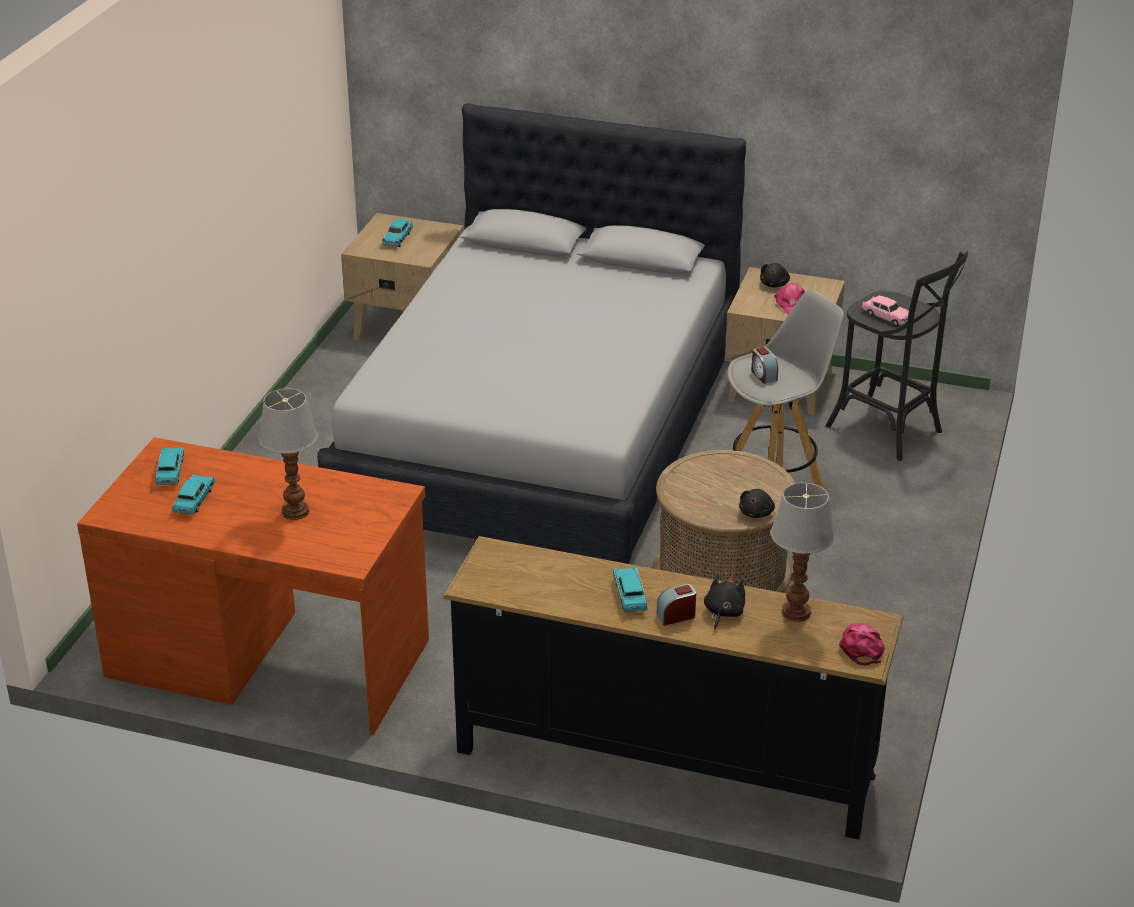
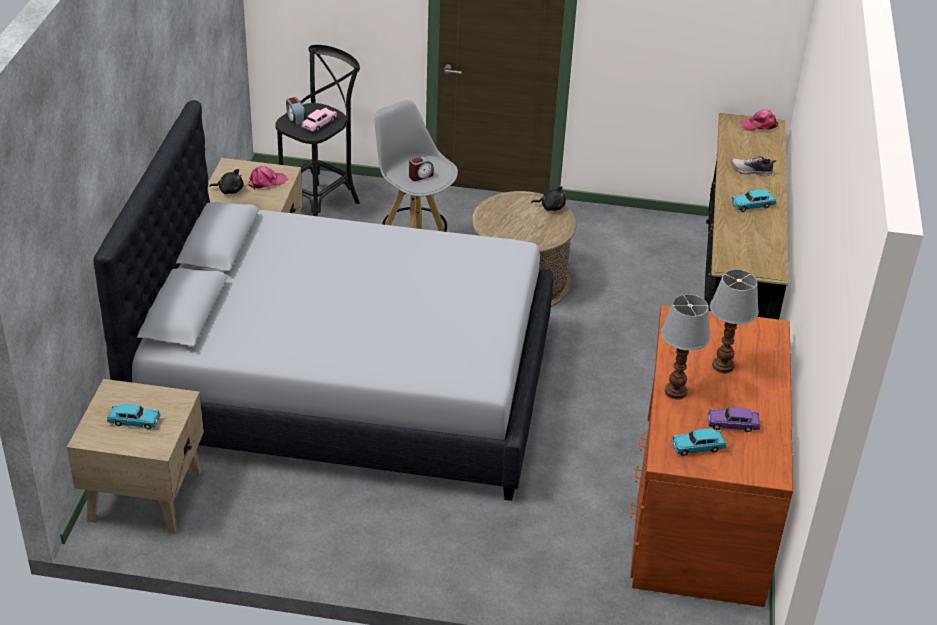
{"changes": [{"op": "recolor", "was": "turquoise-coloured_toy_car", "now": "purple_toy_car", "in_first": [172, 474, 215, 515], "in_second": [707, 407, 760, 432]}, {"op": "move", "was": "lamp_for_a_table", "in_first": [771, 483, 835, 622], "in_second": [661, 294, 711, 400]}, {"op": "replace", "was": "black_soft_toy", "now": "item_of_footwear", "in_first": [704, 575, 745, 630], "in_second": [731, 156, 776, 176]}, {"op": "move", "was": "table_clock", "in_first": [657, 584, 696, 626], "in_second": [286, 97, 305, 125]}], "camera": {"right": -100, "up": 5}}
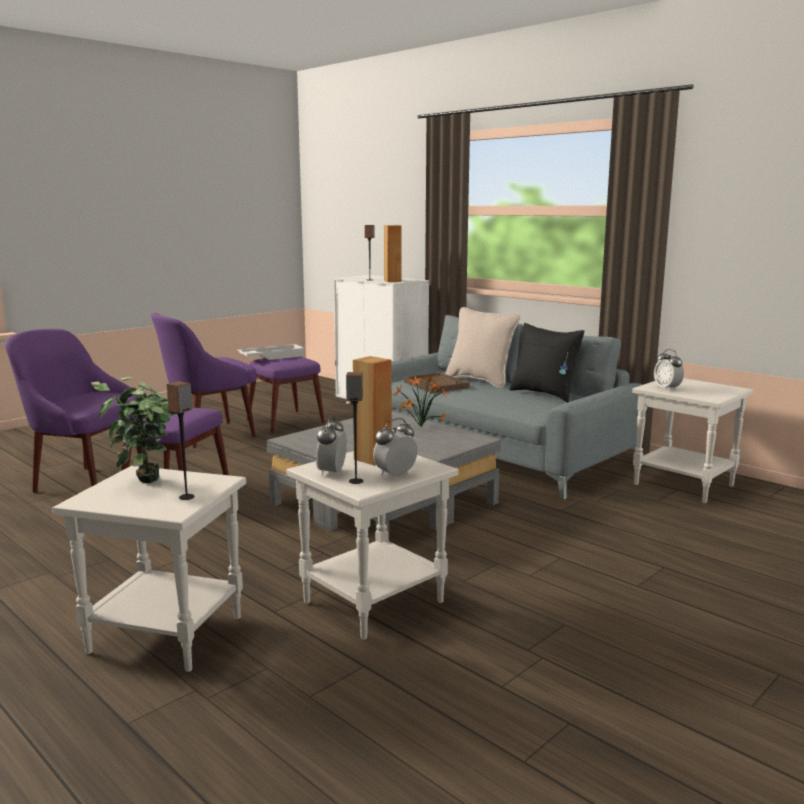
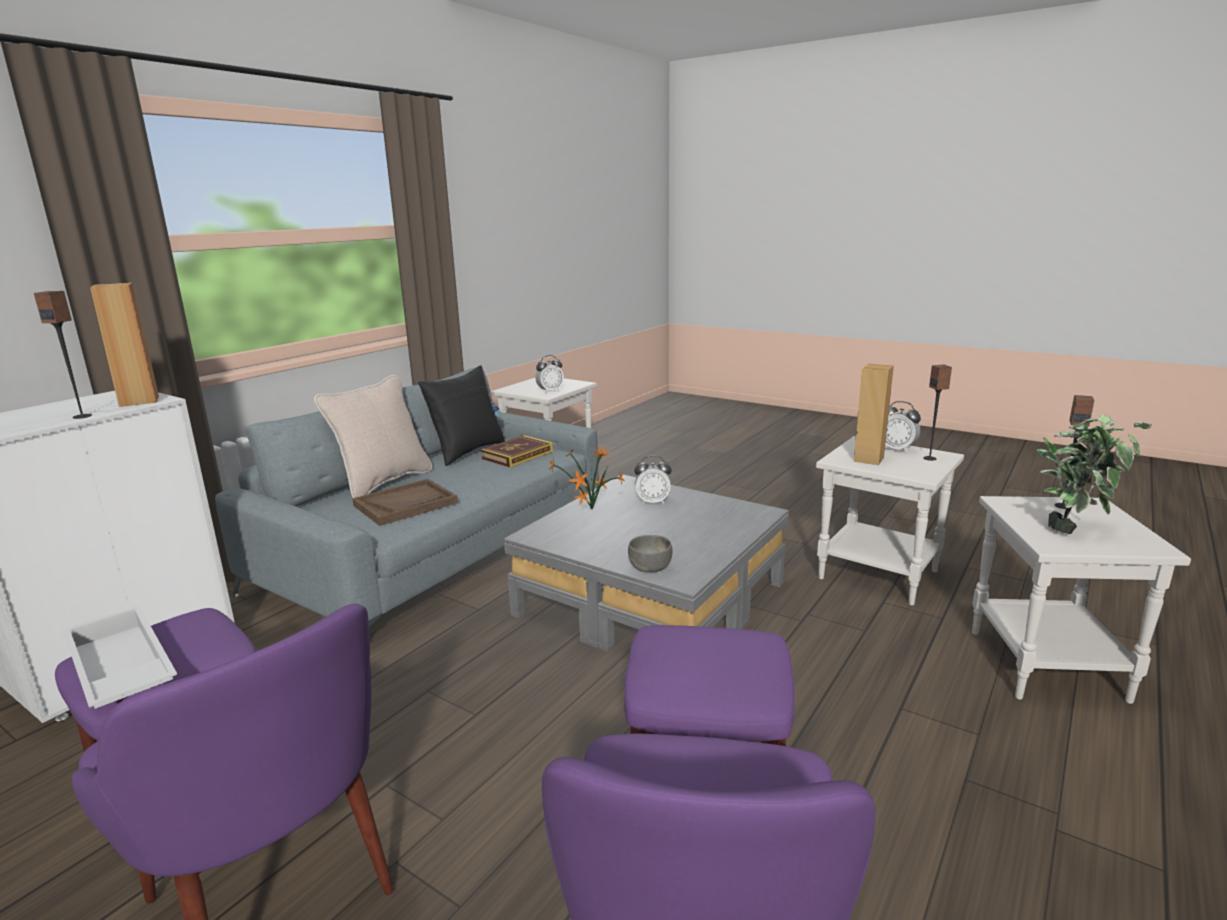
{"changes": [{"op": "move", "was": "table_clock", "in_first": [316, 416, 347, 476], "in_second": [634, 456, 672, 504]}, {"op": "insert", "now": "volume", "in_second": [481, 435, 553, 467]}, {"op": "insert", "now": "greyish_deep_dish", "in_second": [628, 535, 673, 572]}], "camera": {"right": -100, "up": 5}}
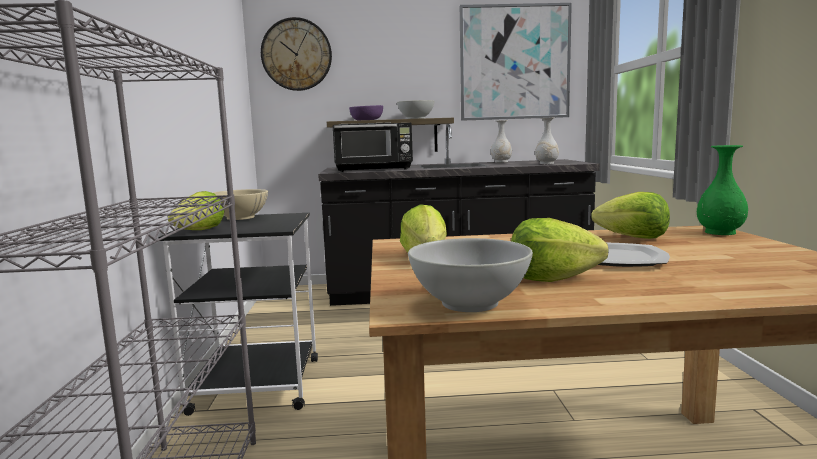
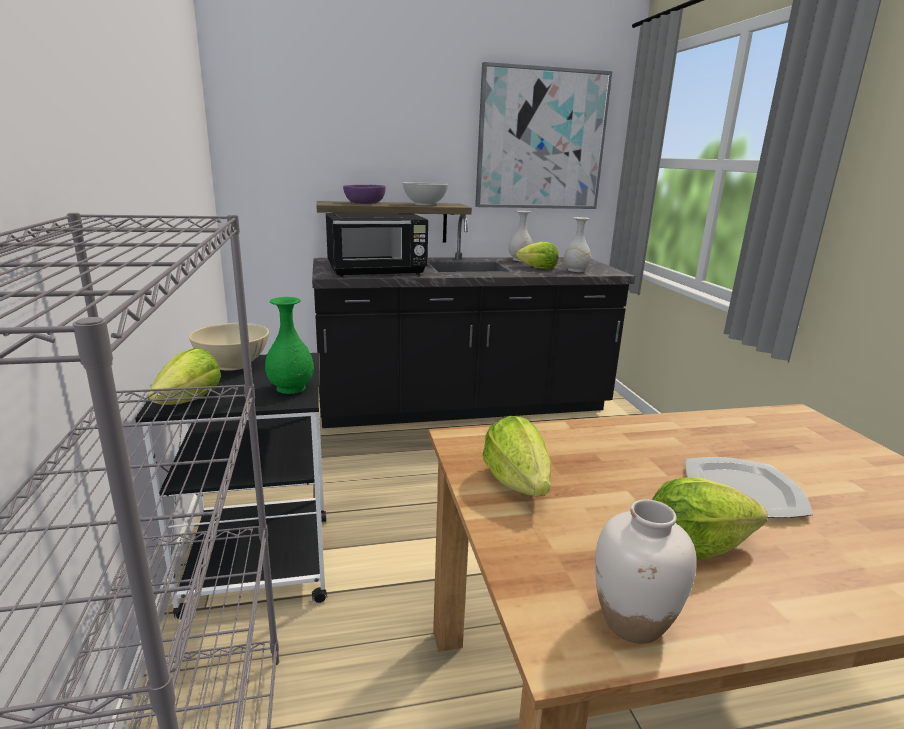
{"changes": [{"op": "delete", "was": "wall_clock", "in_first": [261, 17, 332, 91]}, {"op": "move", "was": "green-coloured_vase", "in_first": [697, 145, 748, 235], "in_second": [265, 297, 314, 394]}, {"op": "move", "was": "lettuce", "in_first": [591, 192, 670, 239], "in_second": [516, 242, 559, 269]}, {"op": "replace", "was": "white_deep_dish", "now": "white_vase", "in_first": [408, 238, 533, 312], "in_second": [595, 499, 697, 644]}], "camera": {"right": -10, "up": 10}}
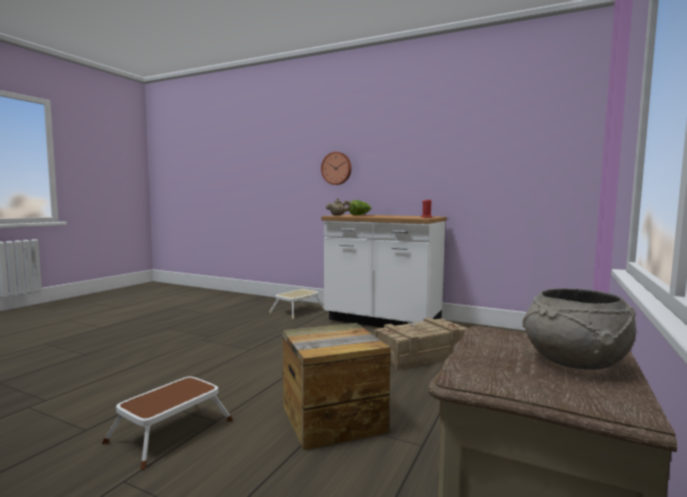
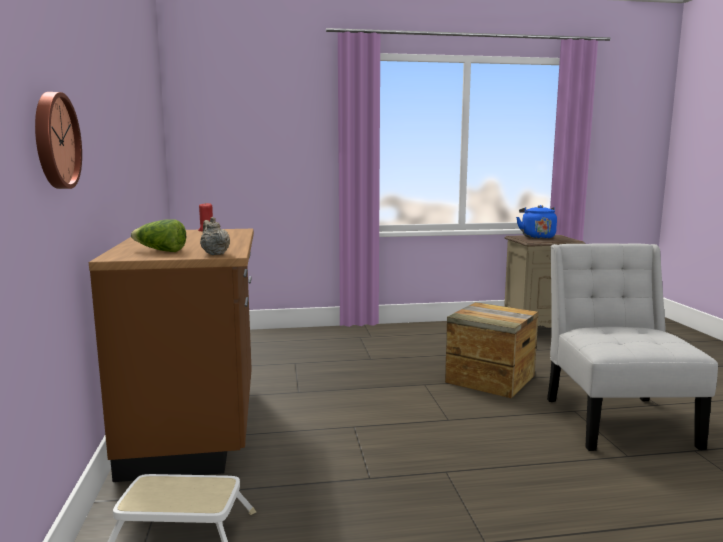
{"changes": [{"op": "recolor", "was": "white_kitchen_base_unit", "now": "brown-coloured_kitchen_base_unit", "in_first": [321, 214, 447, 328], "in_second": [89, 229, 254, 482]}, {"op": "replace", "was": "greyish_deep_dish", "now": "blue-coloured_tea_kettle", "in_first": [522, 288, 636, 370], "in_second": [516, 205, 557, 239]}, {"op": "delete", "was": "packing_crate", "in_first": [374, 318, 467, 370]}, {"op": "replace", "was": "brown-coloured_step_stool", "now": "white_chair", "in_first": [102, 376, 233, 470], "in_second": [547, 243, 718, 451]}], "camera": {"right": -125, "up": 5}}
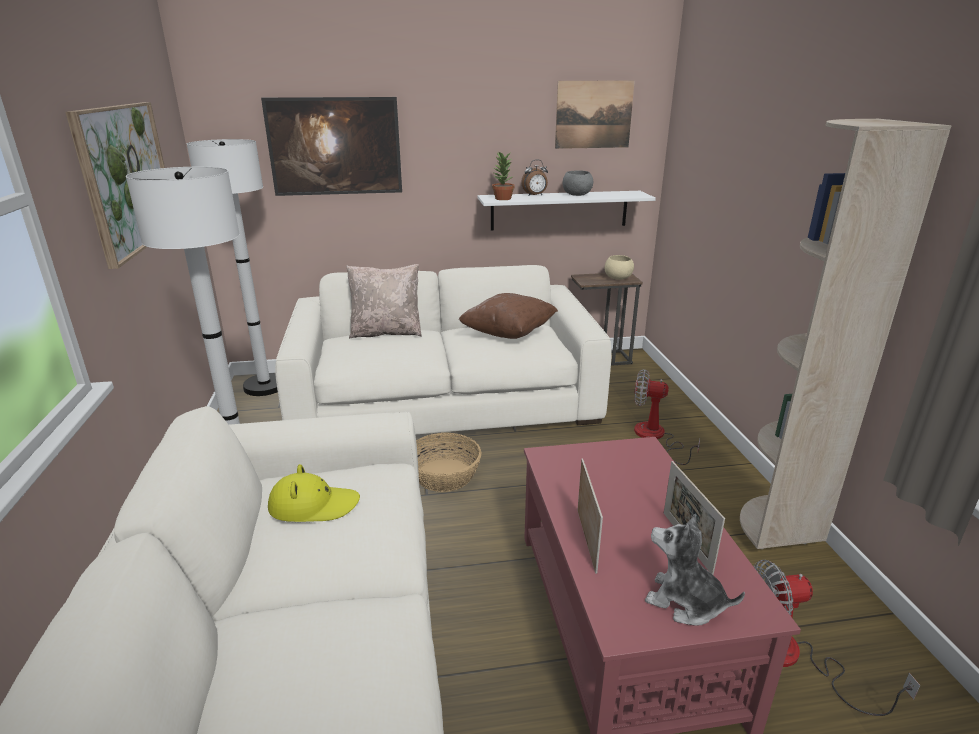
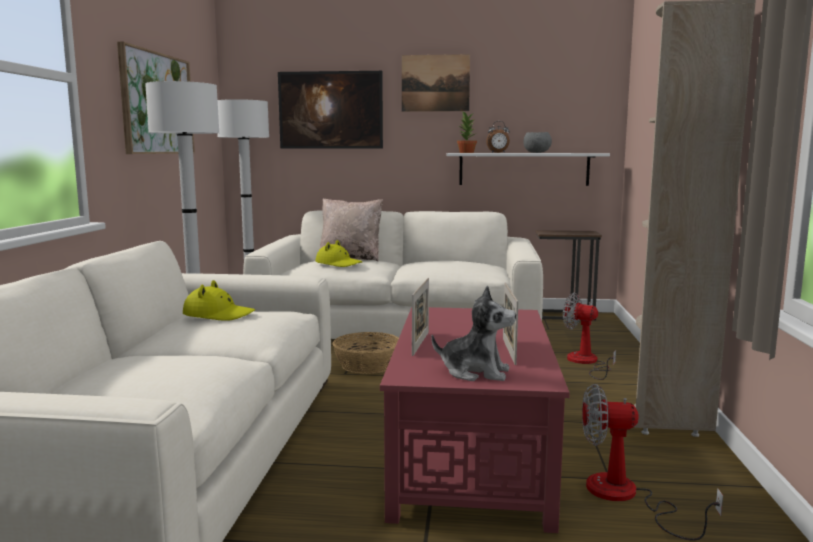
{"changes": [{"op": "move", "was": "wall_art", "in_first": [555, 81, 635, 149], "in_second": [402, 54, 470, 112]}, {"op": "delete", "was": "beige-coloured_deep_dish", "in_first": [605, 255, 634, 280]}, {"op": "delete", "was": "brown-coloured_pillow", "in_first": [459, 293, 558, 339]}, {"op": "rotate", "was": "soft_toy", "in_first": [645, 514, 745, 626], "in_second": [431, 285, 516, 381], "clockwise": 150}, {"op": "insert", "now": "yellow_hat", "in_second": [316, 240, 363, 267]}], "camera": {"right": 15, "up": -15}}
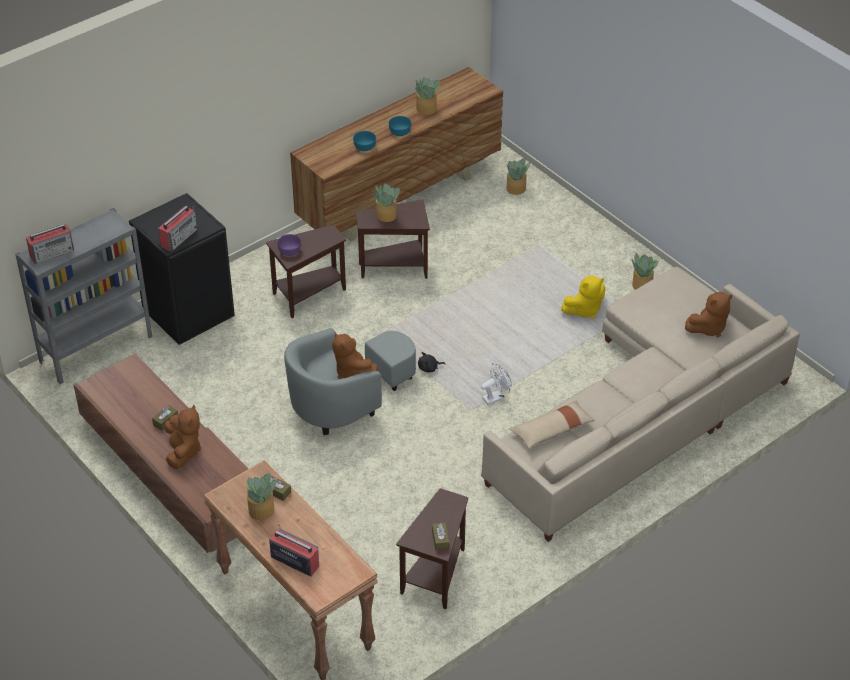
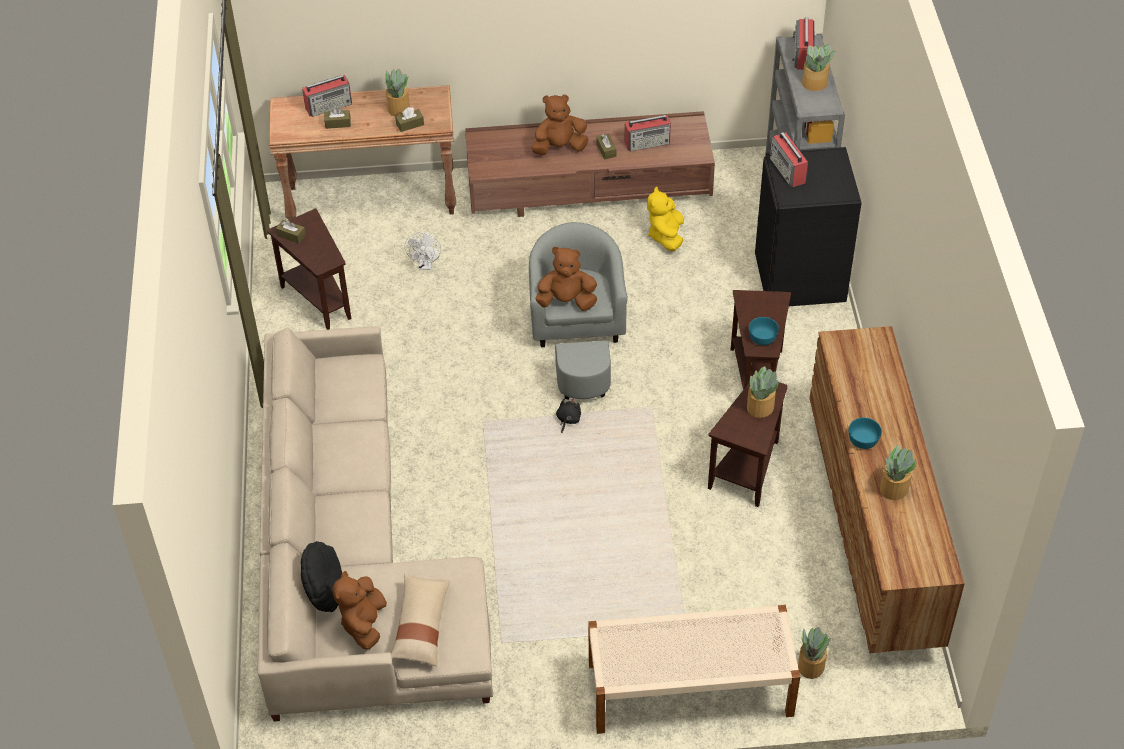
{"changes": [{"op": "move", "was": "turquoise-coloured_deep_dish", "in_first": [353, 131, 376, 151], "in_second": [749, 317, 779, 345]}, {"op": "delete", "was": "purple_deep_dish", "in_first": [277, 234, 301, 256]}, {"op": "move", "was": "potted_plant", "in_first": [632, 253, 658, 290], "in_second": [802, 44, 836, 91]}, {"op": "move", "was": "yellow_soft_toy", "in_first": [561, 275, 605, 319], "in_second": [647, 187, 684, 251]}, {"op": "move", "was": "white_fan", "in_first": [481, 363, 512, 405], "in_second": [405, 233, 441, 270]}, {"op": "move", "was": "beige-coloured_pillow", "in_first": [509, 401, 595, 448], "in_second": [391, 574, 450, 667]}, {"op": "rotate", "was": "brown-coloured_soft_toy", "in_first": [165, 404, 201, 469], "in_second": [531, 94, 588, 155], "clockwise": 135}, {"op": "insert", "now": "brown-coloured_tissue_box", "in_second": [324, 108, 351, 129]}, {"op": "insert", "now": "radio_receiver", "in_second": [625, 115, 671, 151]}, {"op": "insert", "now": "black_pillow", "in_second": [301, 541, 342, 612]}, {"op": "insert", "now": "beige-coloured_indoor_bench", "in_second": [588, 605, 800, 734]}], "camera": {"right": 125, "up": 5}}
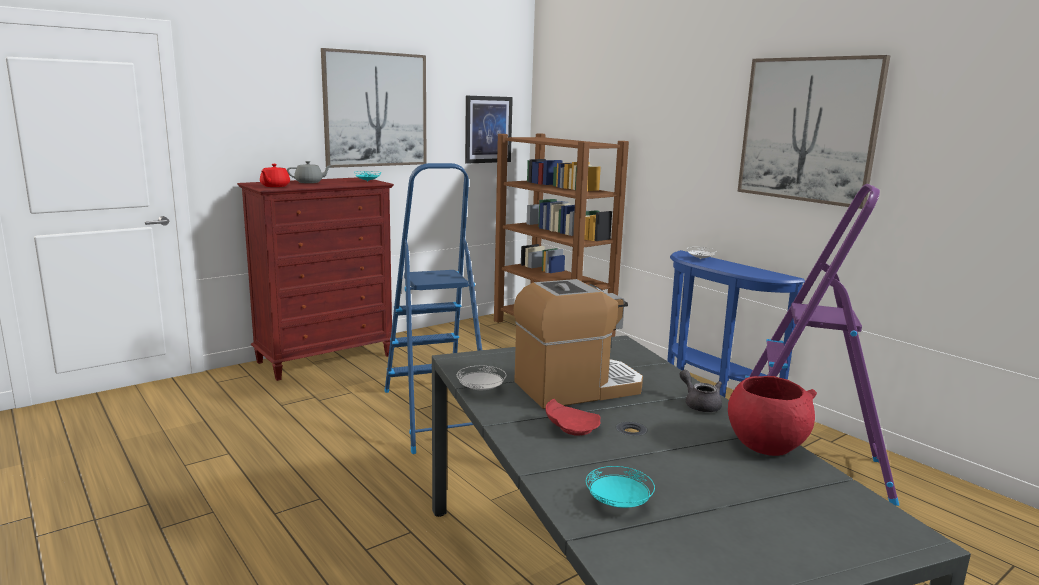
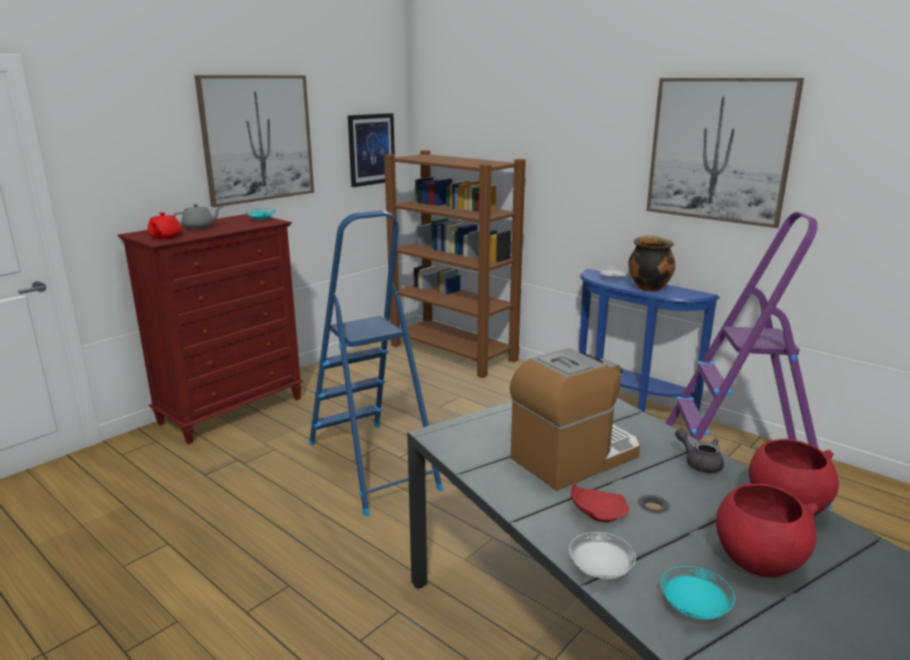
{"changes": [{"op": "move", "was": "white_plate", "in_first": [457, 366, 506, 390], "in_second": [569, 532, 636, 579]}, {"op": "insert", "now": "stockpot", "in_second": [628, 235, 675, 292]}, {"op": "insert", "now": "reddish_deep_dish", "in_second": [716, 484, 818, 577]}], "camera": {"right": -10, "up": 5}}
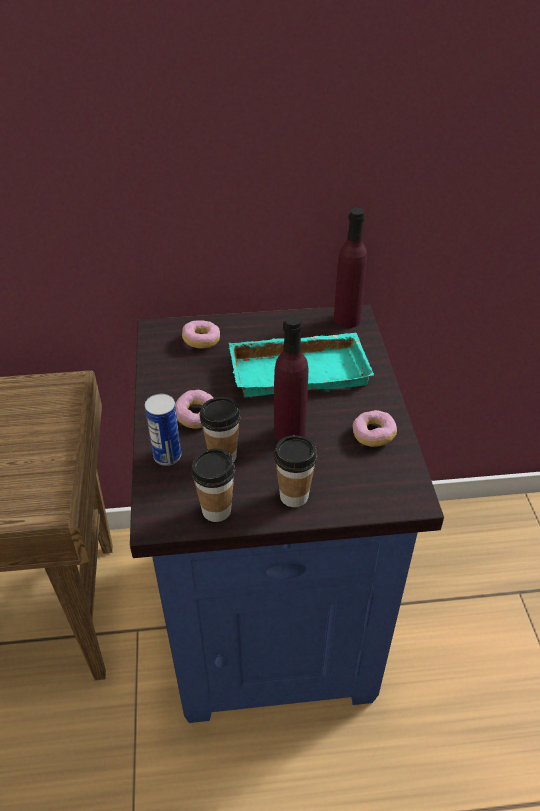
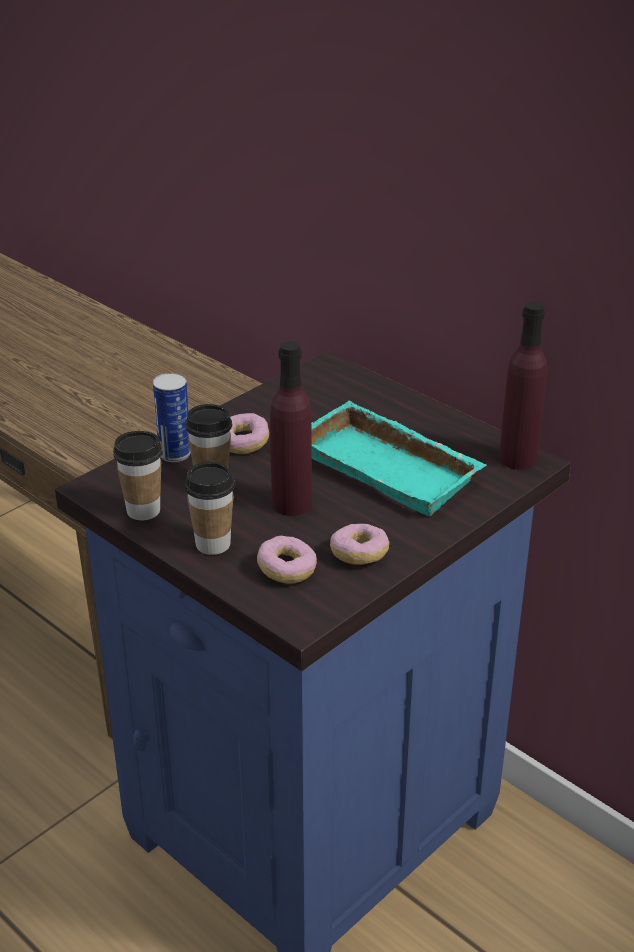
{"changes": [{"op": "move", "was": "donut", "in_first": [182, 320, 220, 349], "in_second": [257, 536, 317, 584]}], "camera": {"right": 50, "up": -10}}
